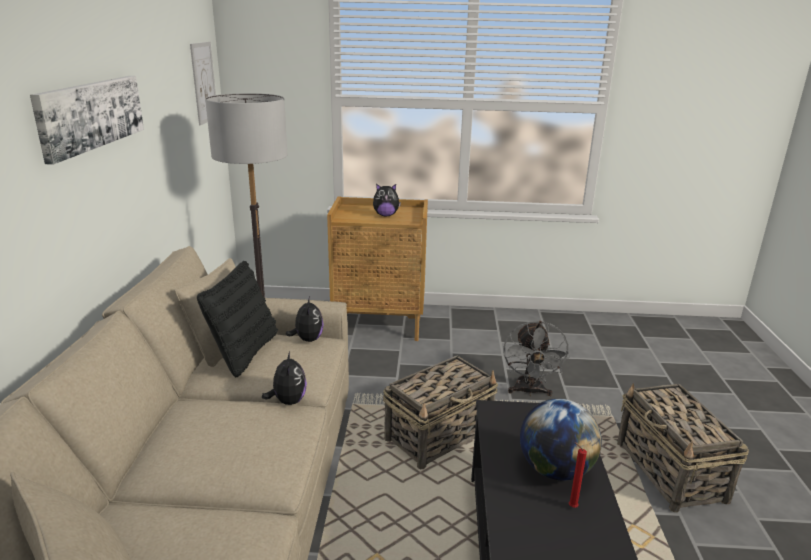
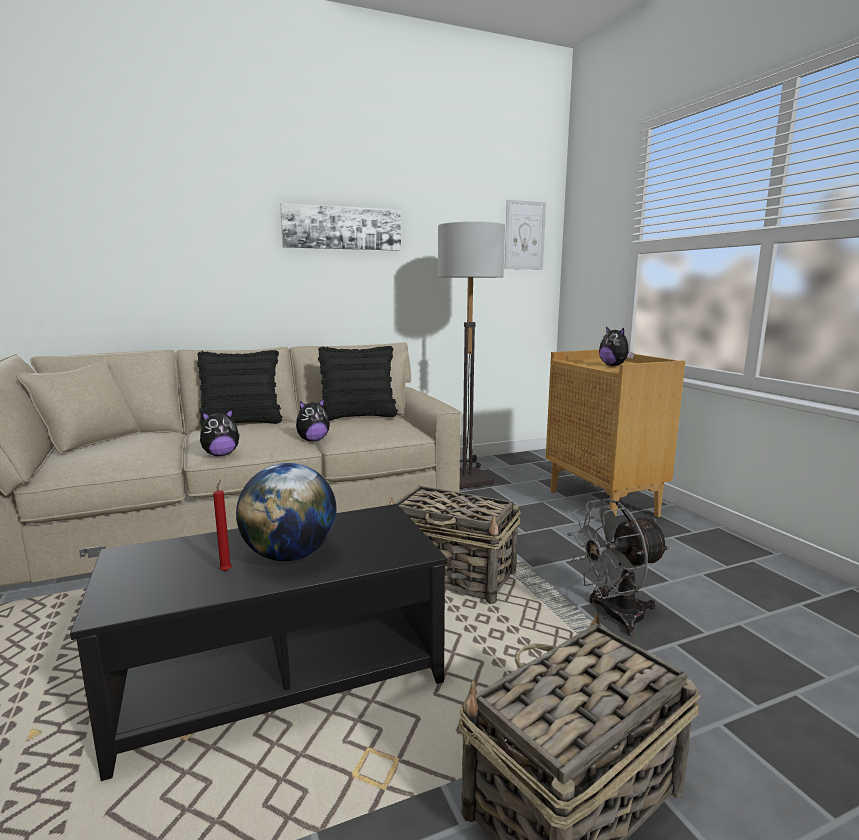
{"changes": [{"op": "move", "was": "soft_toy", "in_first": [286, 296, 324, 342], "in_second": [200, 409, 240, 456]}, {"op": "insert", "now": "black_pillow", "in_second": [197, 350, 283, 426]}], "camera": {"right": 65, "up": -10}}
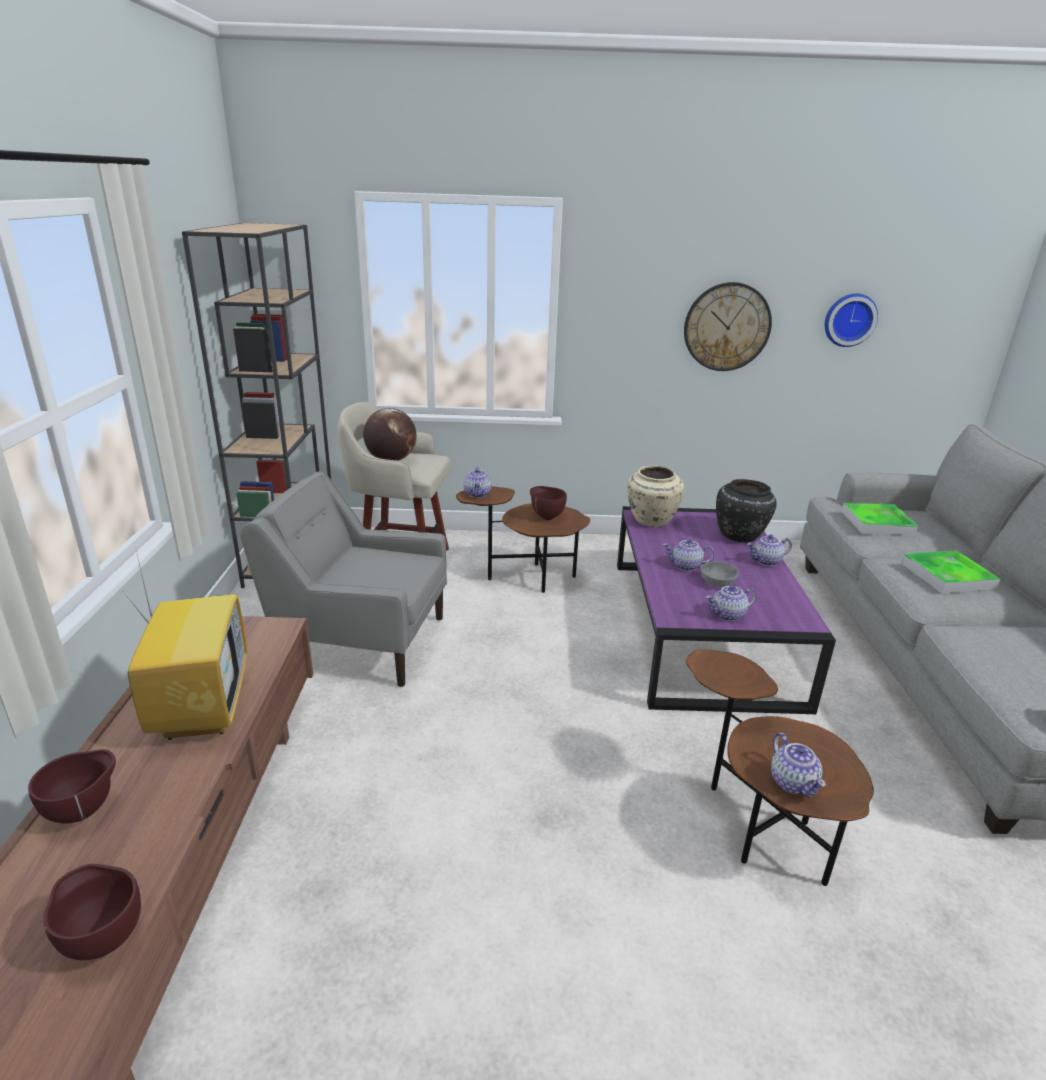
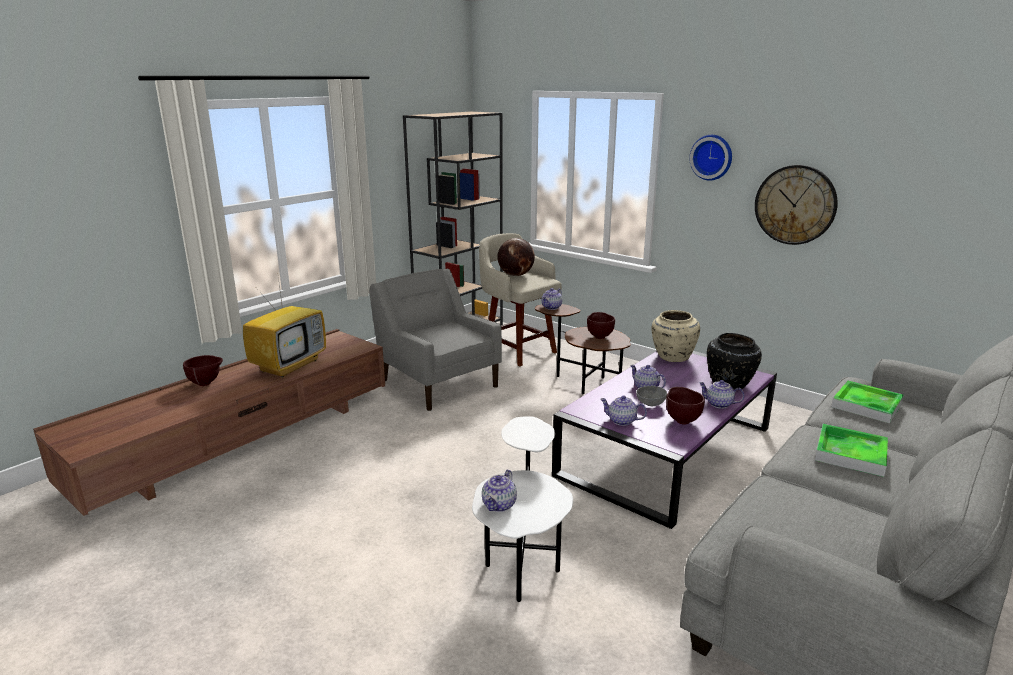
{"changes": [{"op": "move", "was": "wall_clock", "in_first": [825, 294, 878, 347], "in_second": [690, 135, 732, 181]}, {"op": "recolor", "was": "brown-coloured_end_table", "now": "white_end_table", "in_first": [686, 649, 874, 886], "in_second": [472, 416, 573, 602]}, {"op": "move", "was": "brown-coloured_deep_dish", "in_first": [43, 864, 141, 960], "in_second": [666, 387, 705, 424]}], "camera": {"right": 40, "up": -5}}
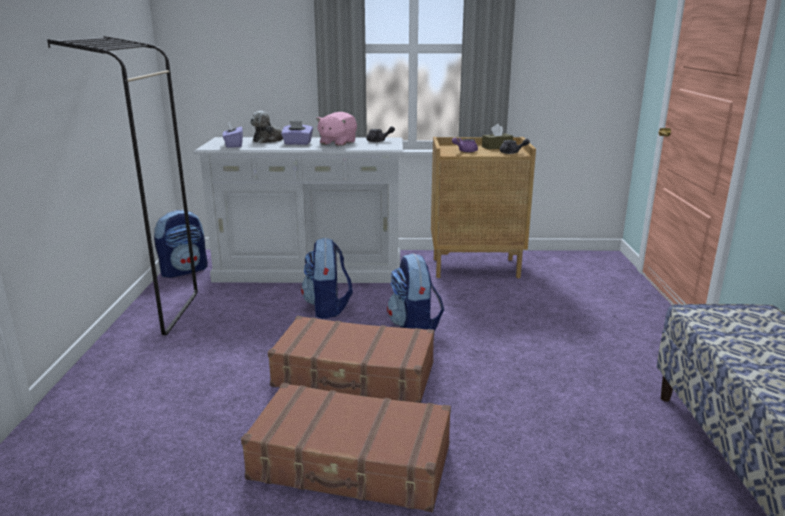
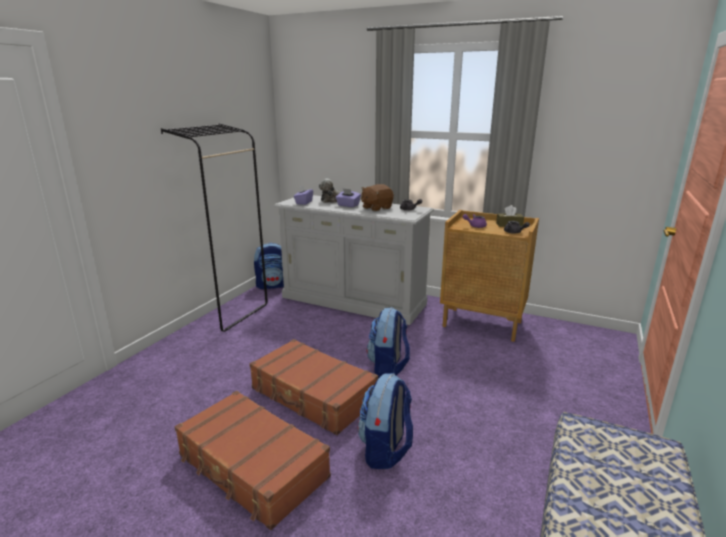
{"changes": [{"op": "recolor", "was": "pink_soft_toy", "now": "brown-coloured_soft_toy", "in_first": [316, 112, 357, 146], "in_second": [361, 184, 394, 211]}, {"op": "move", "was": "knapsack", "in_first": [301, 237, 353, 319], "in_second": [358, 373, 413, 469]}], "camera": {"right": 25, "up": 0}}
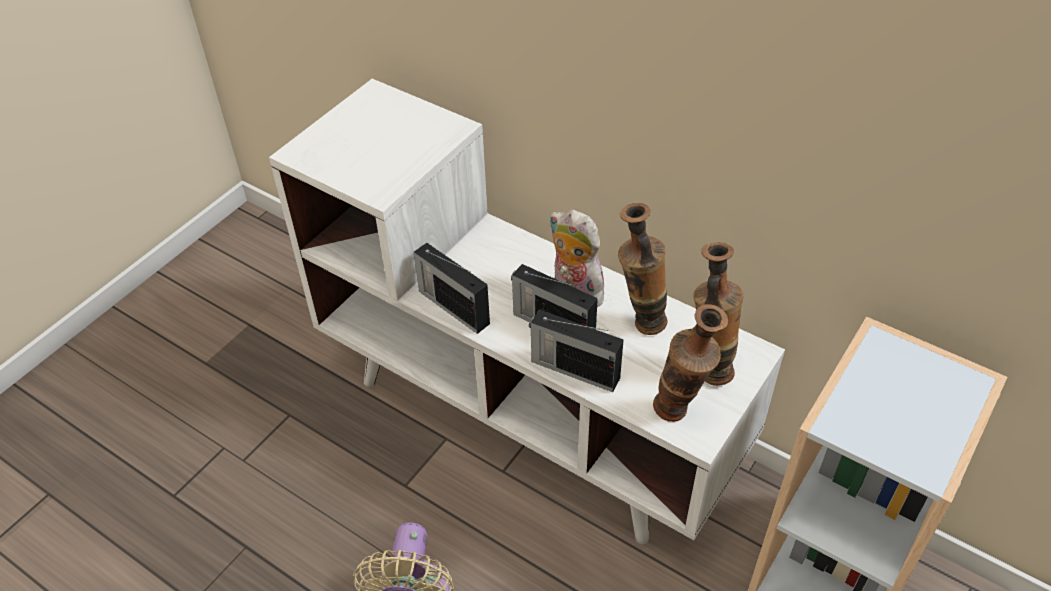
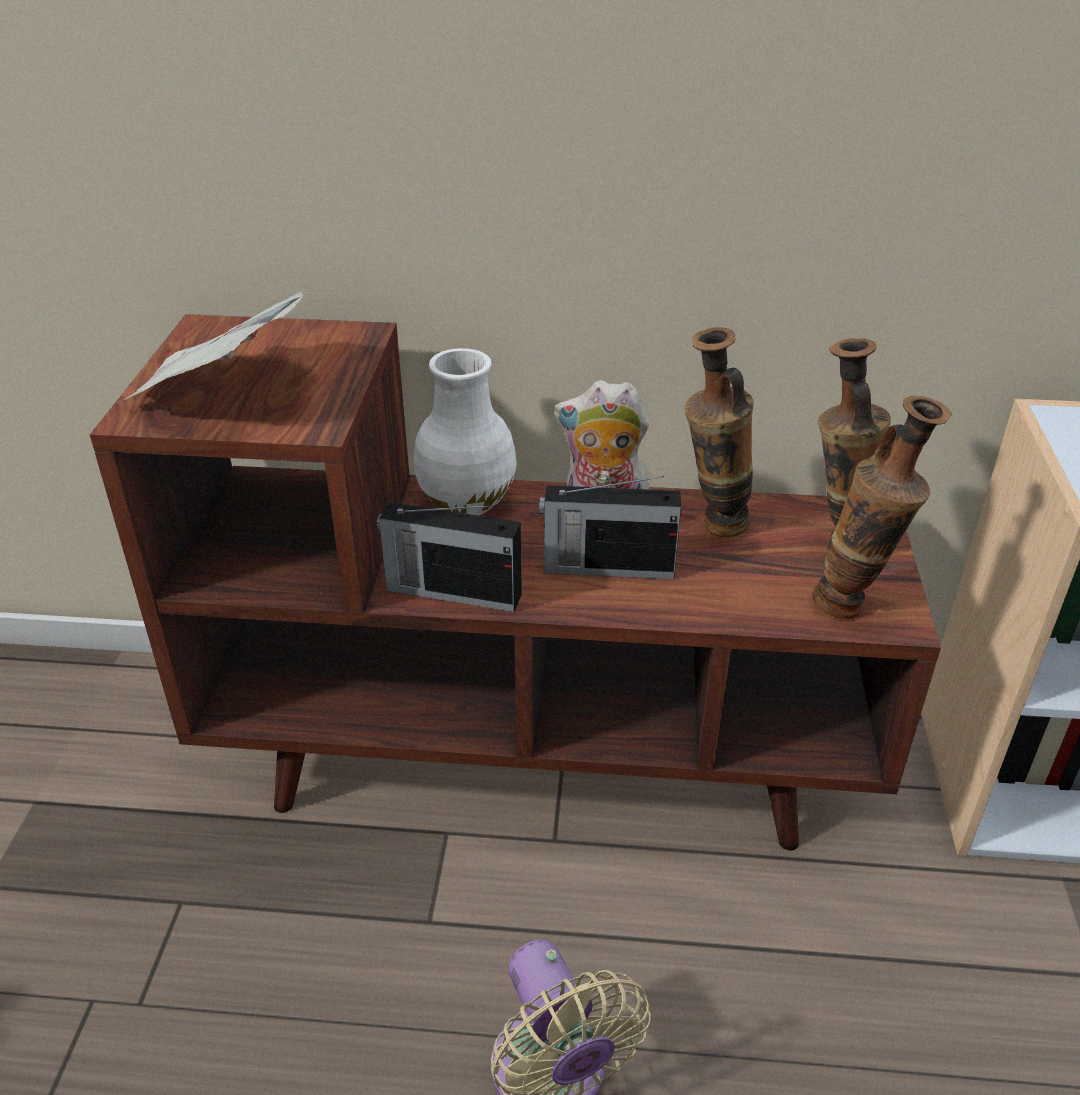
{"changes": [{"op": "recolor", "was": "white_tv_stand", "now": "brown-coloured_tv_stand", "in_first": [269, 79, 785, 544], "in_second": [90, 314, 941, 851]}, {"op": "delete", "was": "radio_receiver", "in_first": [529, 310, 624, 392]}, {"op": "insert", "now": "newspaper", "in_second": [123, 287, 310, 400]}, {"op": "insert", "now": "white_vase", "in_second": [414, 348, 517, 515]}], "camera": {"right": -30, "up": -10}}
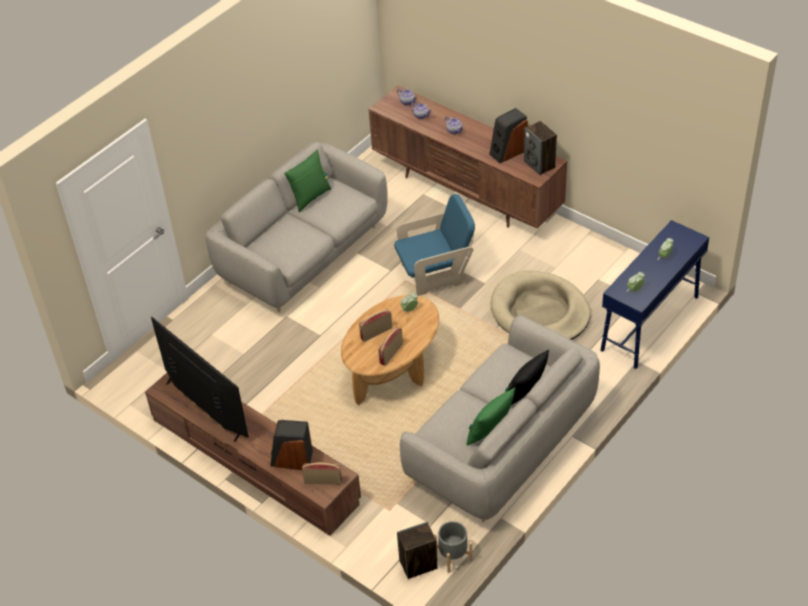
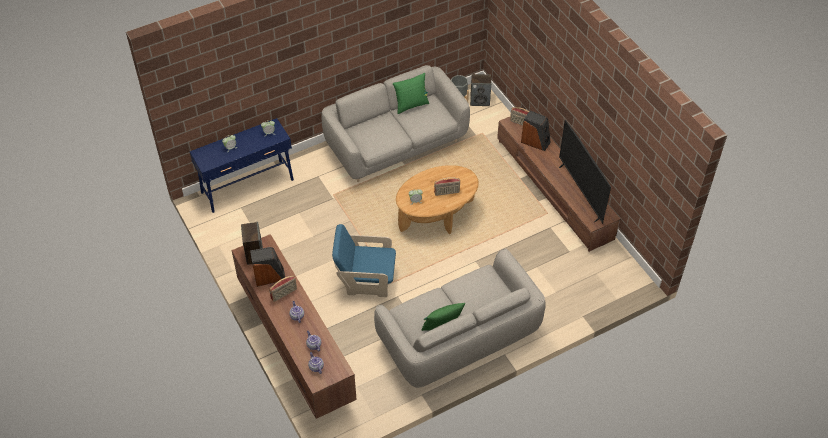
{"changes": [{"op": "delete", "was": "beige-coloured_dog_bed", "in_first": [490, 271, 591, 340]}, {"op": "move", "was": "radio_receiver", "in_first": [378, 327, 403, 366], "in_second": [269, 275, 297, 302]}, {"op": "delete", "was": "black_pillow", "in_first": [505, 350, 549, 405]}], "camera": {"right": -160, "up": 5}}
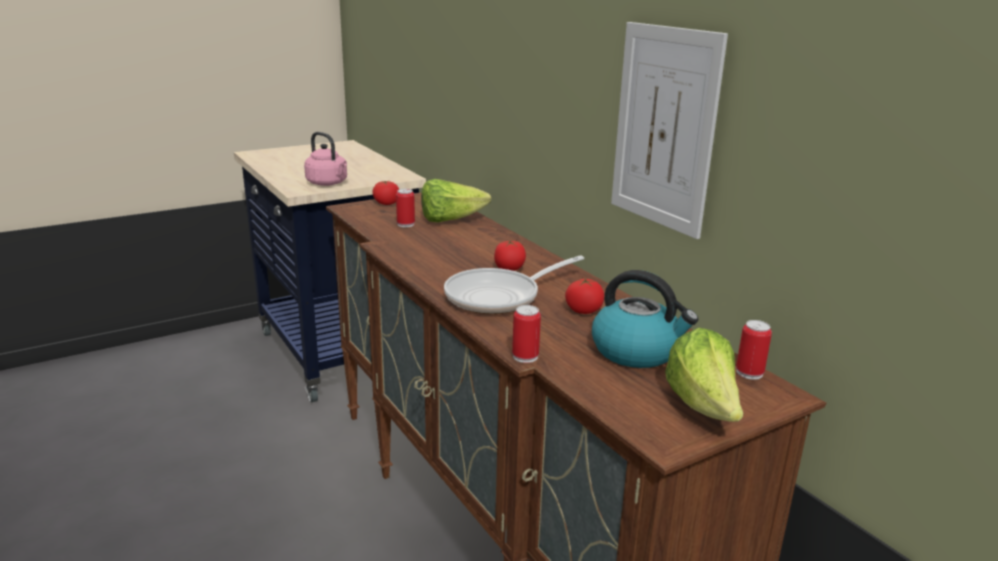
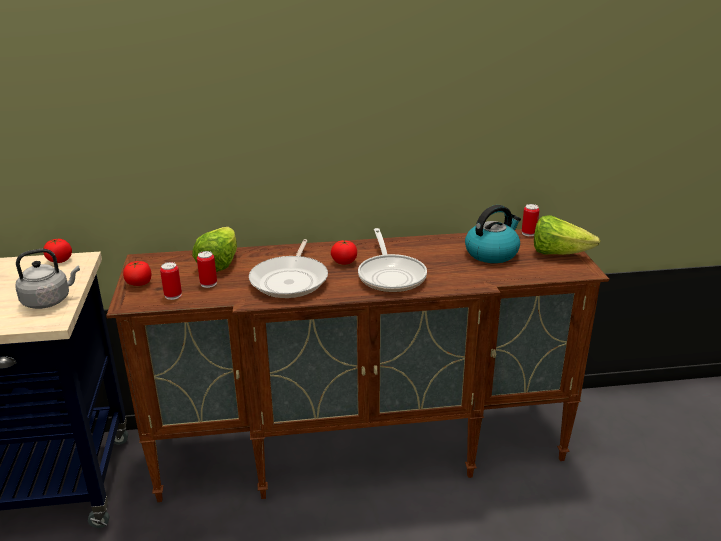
{"changes": [{"op": "delete", "was": "wall_art", "in_first": [611, 22, 728, 239]}, {"op": "recolor", "was": "pink_tea_kettle", "now": "greyish_tea_kettle", "in_first": [304, 132, 347, 186], "in_second": [15, 249, 80, 309]}, {"op": "move", "was": "tomato", "in_first": [565, 278, 604, 314], "in_second": [43, 238, 72, 263]}, {"op": "move", "was": "metal_can", "in_first": [512, 305, 541, 363], "in_second": [160, 262, 182, 300]}, {"op": "insert", "now": "frying_pan", "in_second": [249, 239, 328, 298]}], "camera": {"right": -65, "up": 5}}
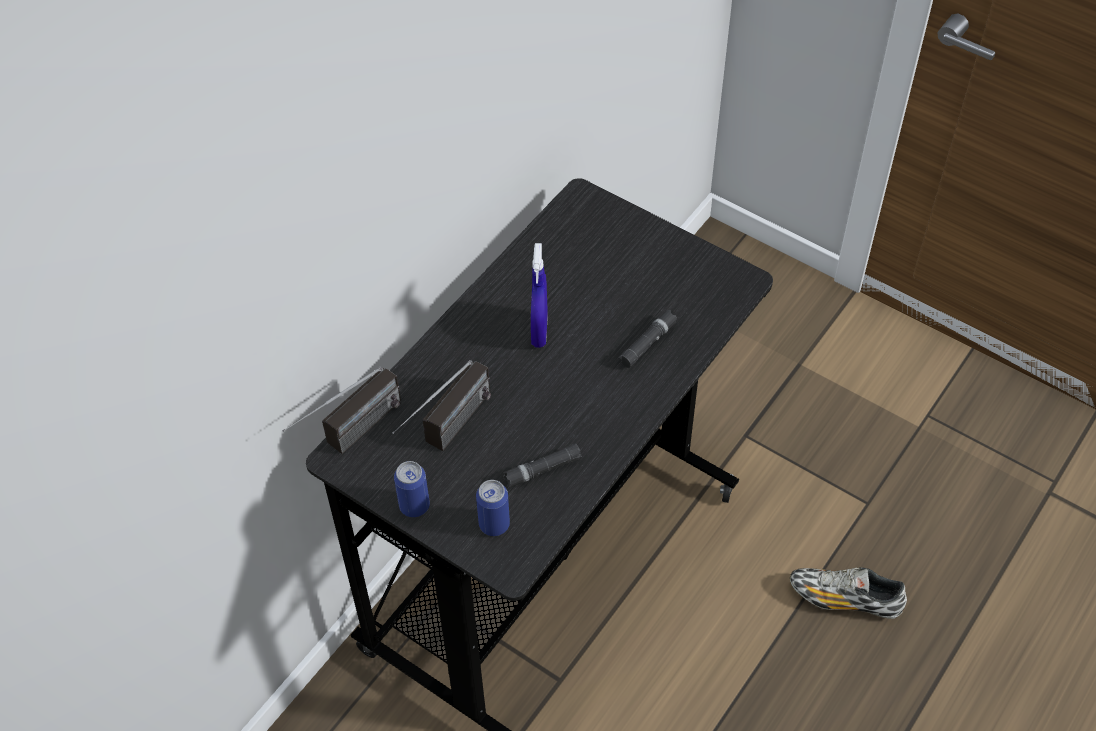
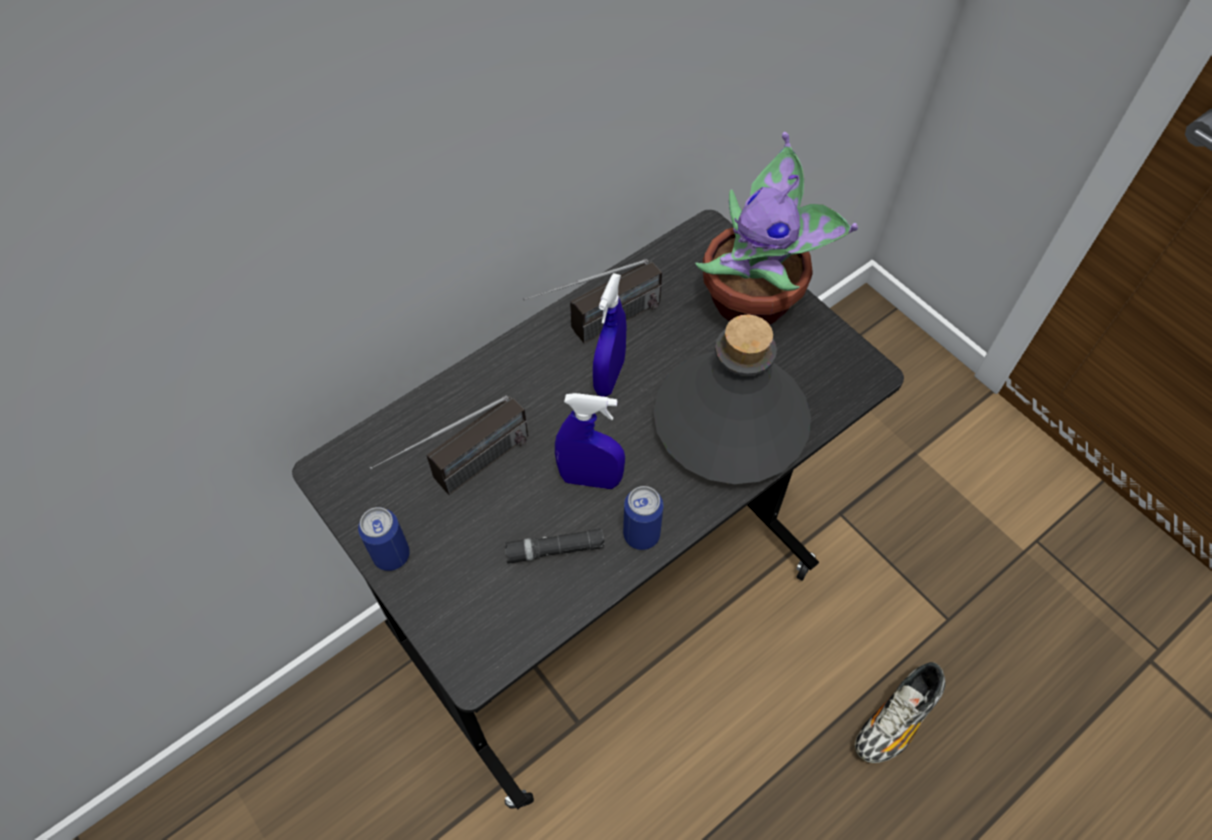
{"changes": [{"op": "replace", "was": "black_torch", "now": "greyish_bottle", "in_first": [619, 310, 677, 368], "in_second": [653, 314, 811, 484]}, {"op": "move", "was": "radio_receiver", "in_first": [282, 367, 401, 454], "in_second": [523, 259, 662, 343]}, {"op": "move", "was": "metal_can", "in_first": [476, 480, 510, 536], "in_second": [623, 486, 664, 550]}, {"op": "rotate", "was": "item_of_footwear", "in_first": [790, 567, 907, 619], "in_second": [855, 662, 945, 763], "clockwise": -75}, {"op": "insert", "now": "potted_plant", "in_second": [695, 131, 858, 325]}, {"op": "insert", "now": "blue-coloured_spray_bottle", "in_second": [555, 393, 625, 489]}], "camera": {"right": 15, "up": 5}}
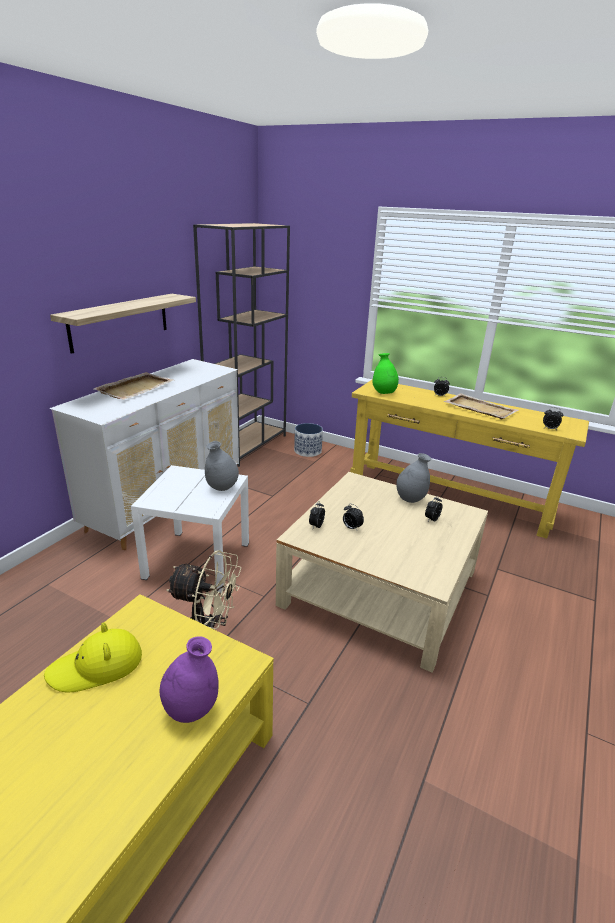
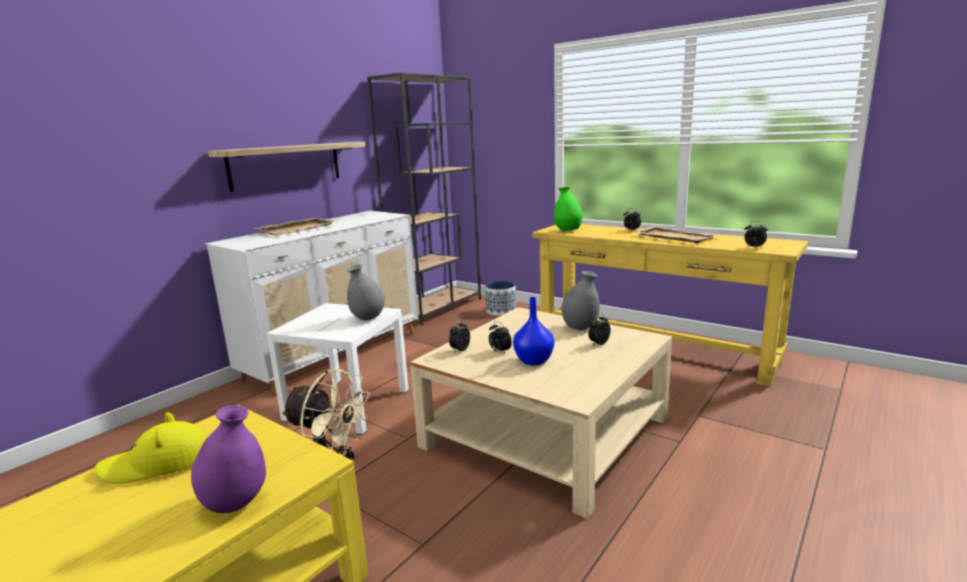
{"changes": [{"op": "insert", "now": "blue-coloured_vase", "in_second": [513, 297, 554, 365]}], "camera": {"right": 10, "up": -10}}
